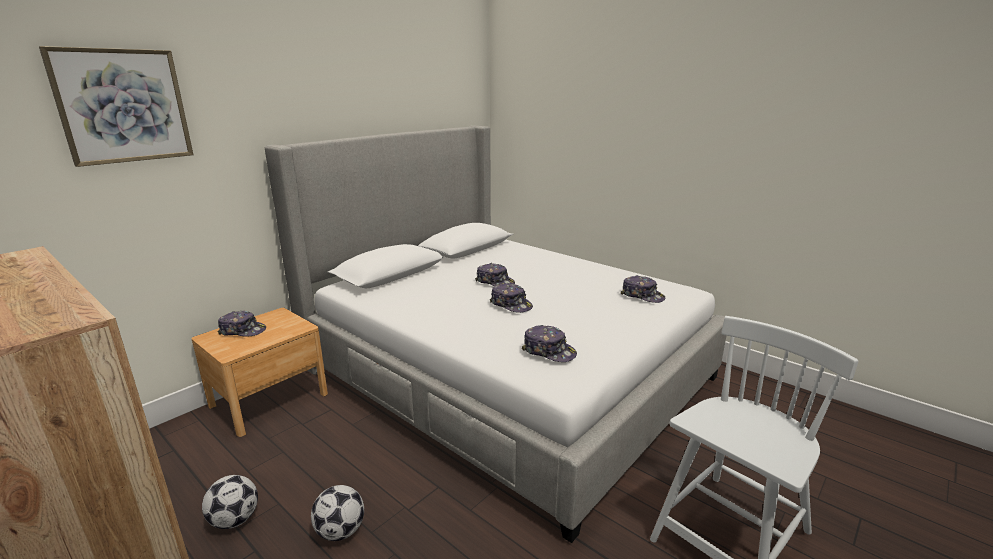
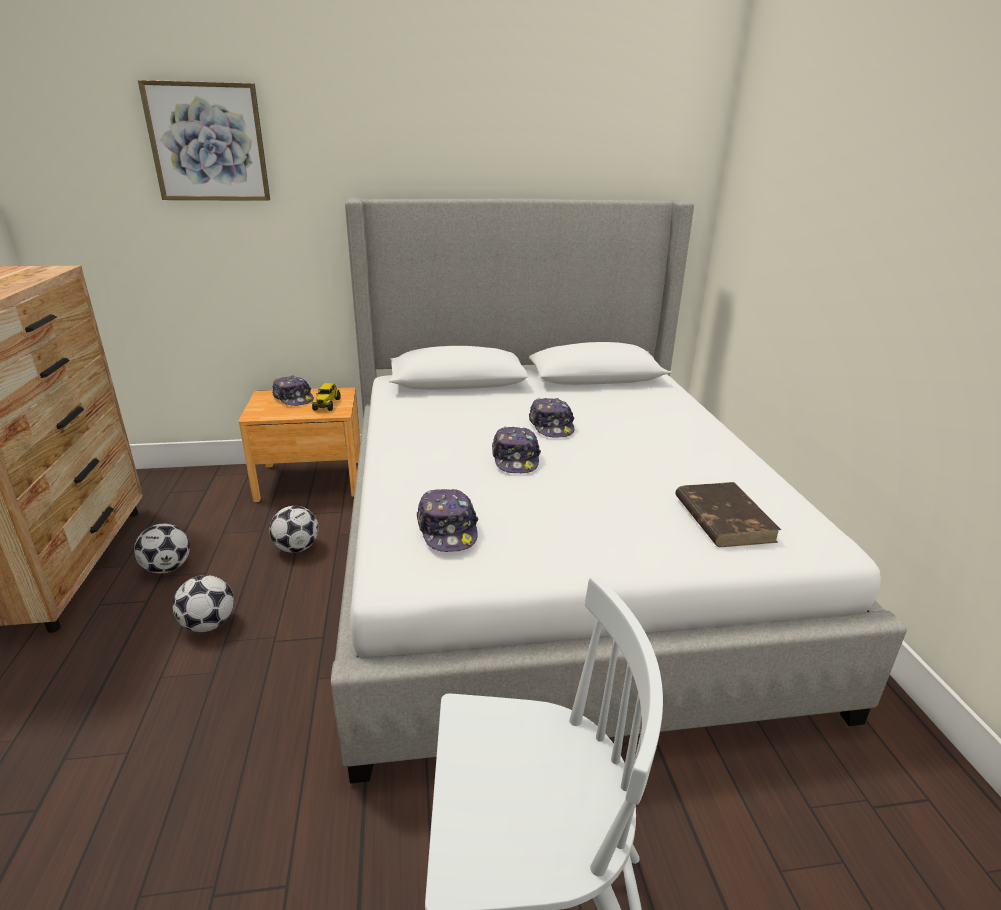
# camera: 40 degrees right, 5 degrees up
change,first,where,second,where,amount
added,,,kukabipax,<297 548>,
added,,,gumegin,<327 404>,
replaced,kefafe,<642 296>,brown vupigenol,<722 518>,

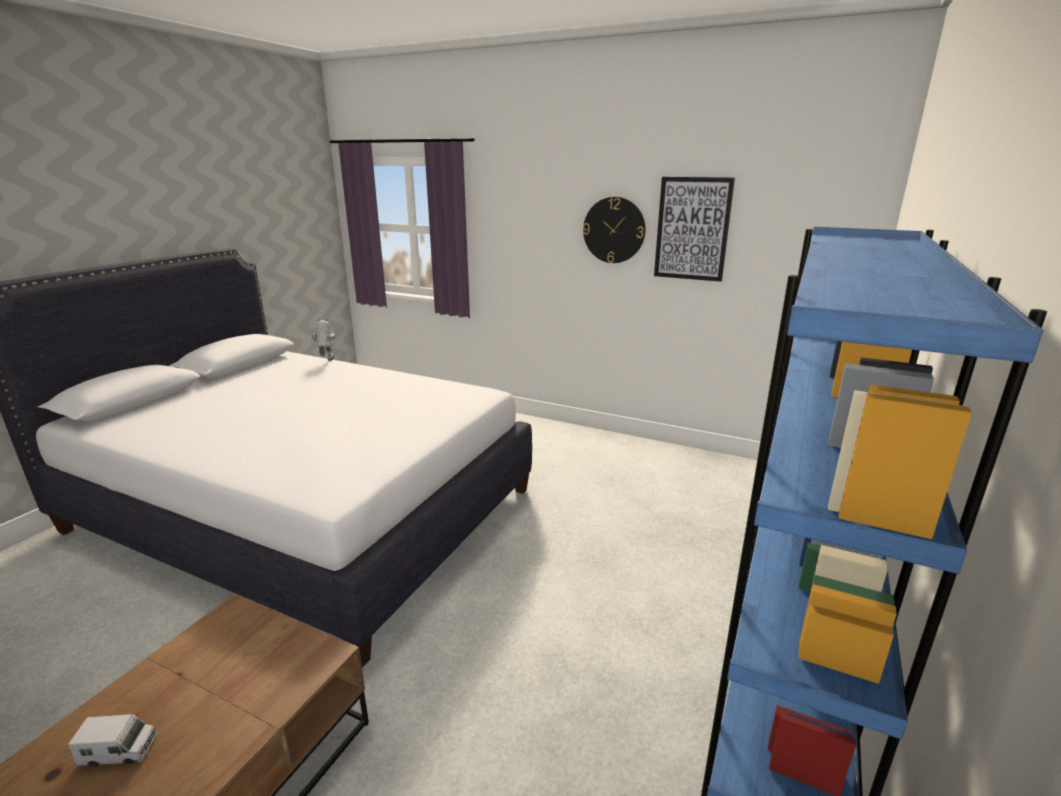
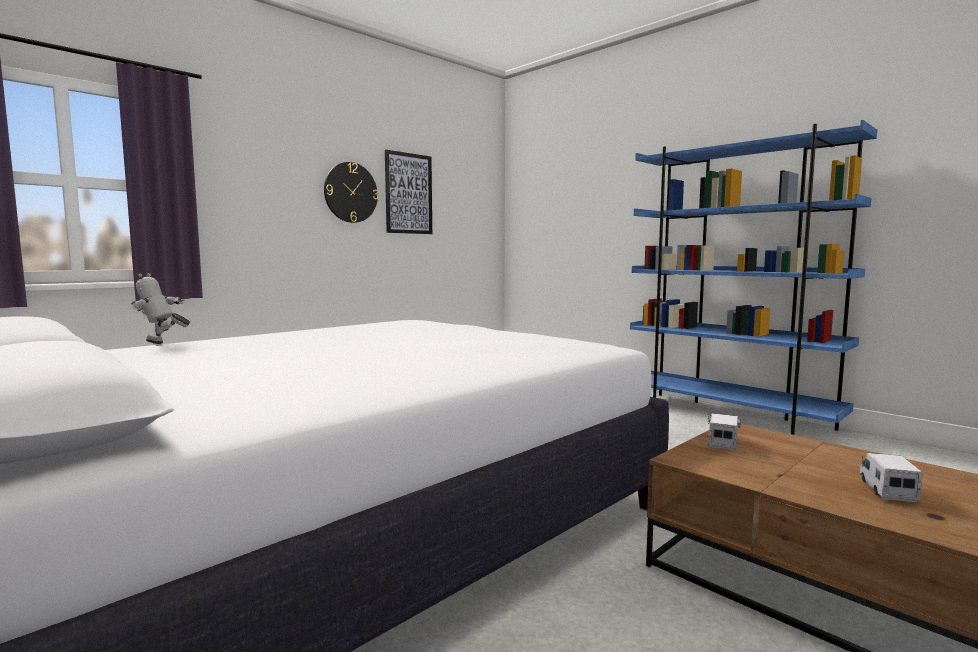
# camera: 70 degrees left, 15 degrees down
change,first,where,second,where,amount
added,,,gumegin,<723 443>,

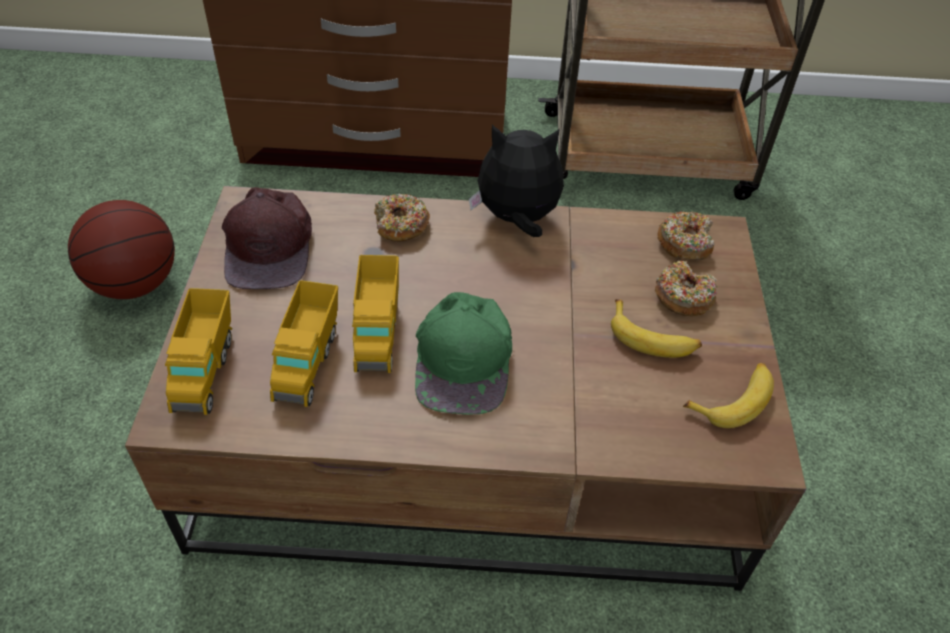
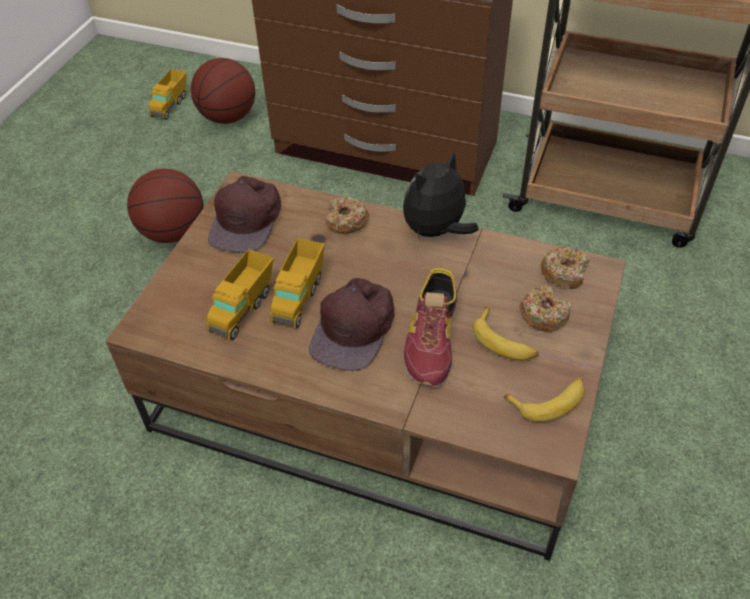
# camera: 20 degrees right, 0 degrees up
change,first,where,second,where,amount
moved,gumegin,<205 369>,,<170 105>,
added,,,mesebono,<228 117>,
recoloured,green kefafe,<465 358>,brown kefafe,<355 328>,
turned,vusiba,<517 219>,,<436 231>,60 degrees counterclockwise
added,,,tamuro,<432 340>,

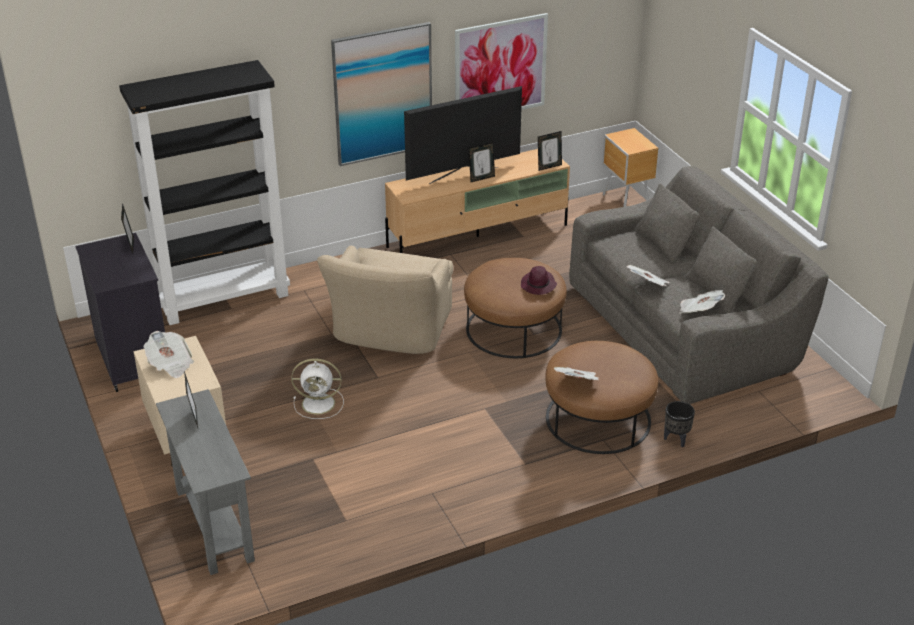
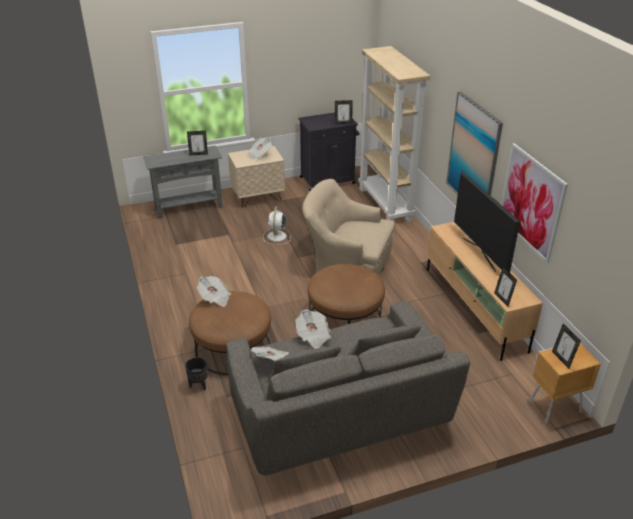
# camera: 95 degrees right, 0 degrees up
change,first,where,second,where,amount
recoloured,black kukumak,<225 299>,beige kukumak,<386 204>,
moved,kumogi,<481 178>,,<562 359>,
removed,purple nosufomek,<538 285>,,,

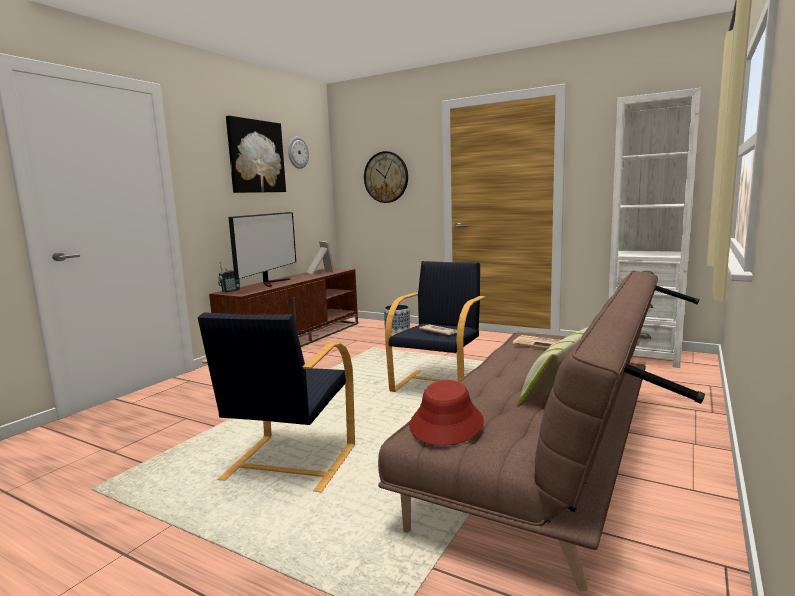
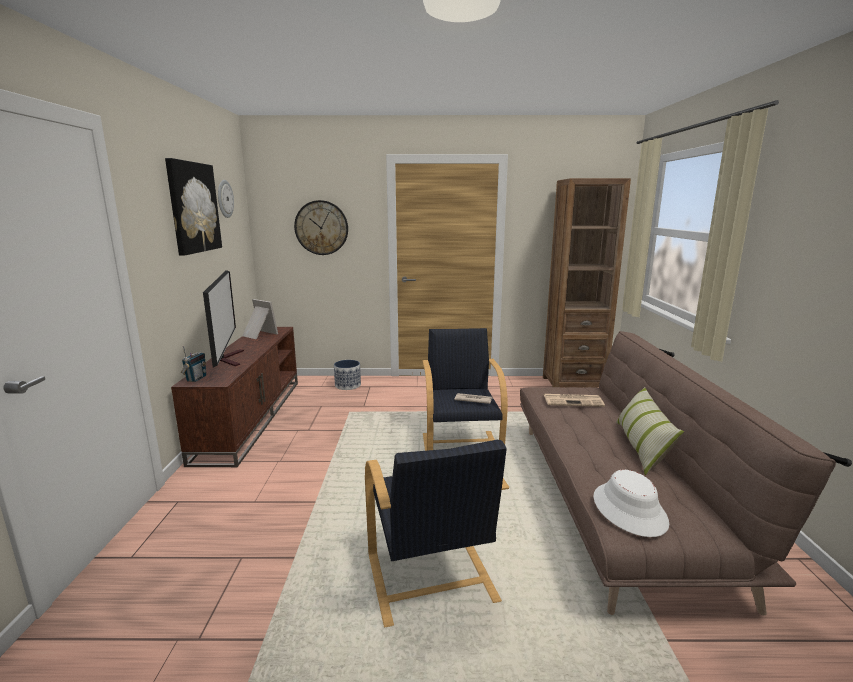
# camera: 30 degrees left, 5 degrees up
change,first,where,second,where,amount
recoloured,white kukumak,<644 355>,brown kukumak,<573 384>,
recoloured,red nosufomek,<447 424>,white nosufomek,<629 510>,

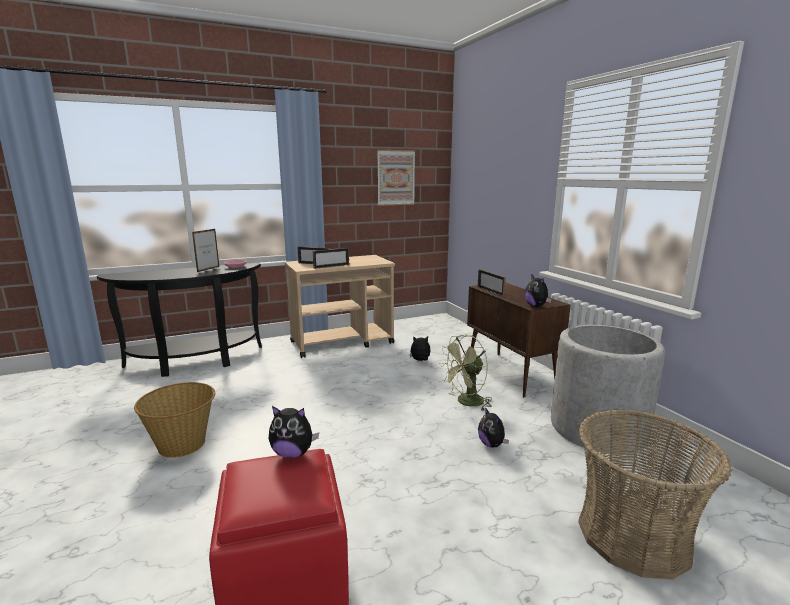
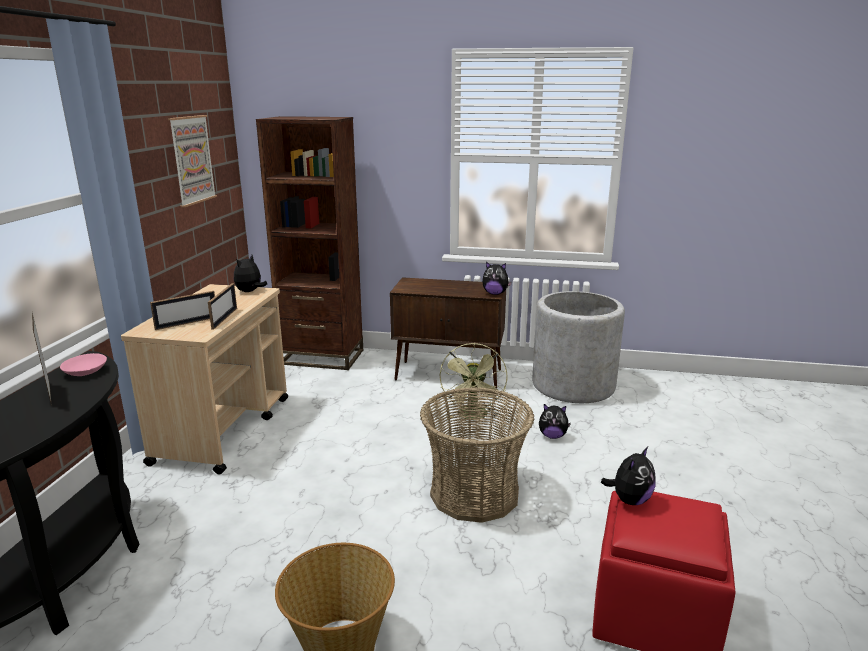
# camera: 55 degrees left, 5 degrees up
change,first,where,second,where,amount
moved,vusiba,<420 360>,,<250 292>,
added,,,brown kukumak,<322 357>,
moved,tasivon,<633 535>,,<474 493>,
removed,kumogi,<490 291>,,,

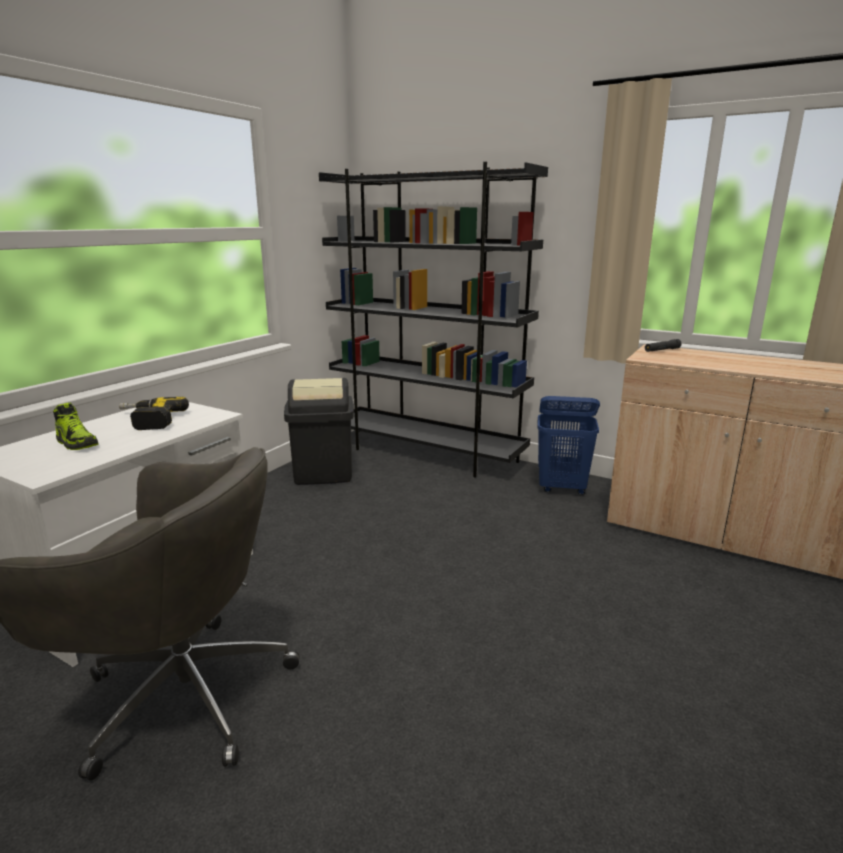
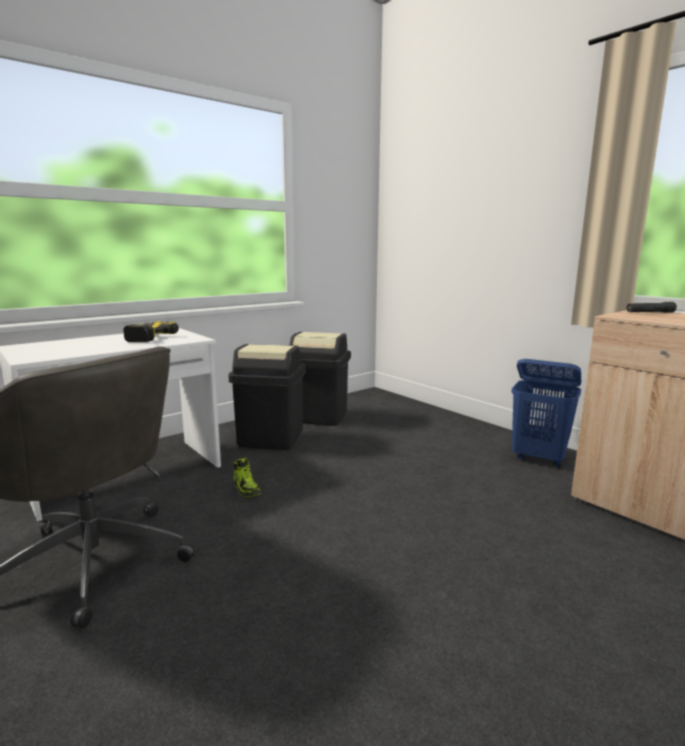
# camera: 20 degrees right, 5 degrees down
change,first,where,second,where,amount
added,,,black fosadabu,<270 439>,
moved,tamuro,<77 443>,,<246 489>,
removed,black kukumak,<427 453>,,,

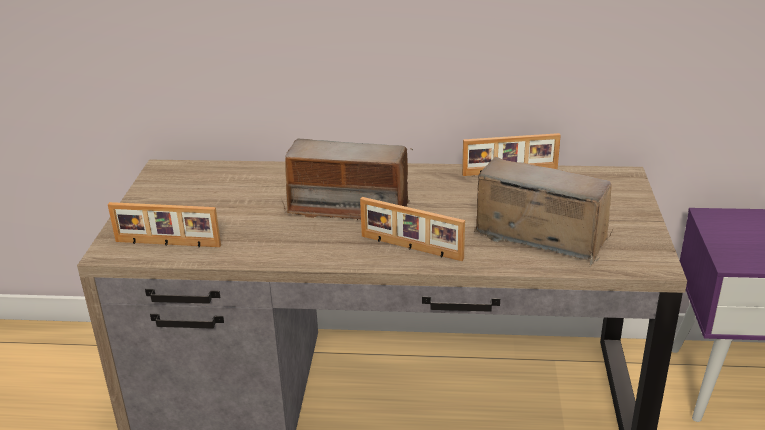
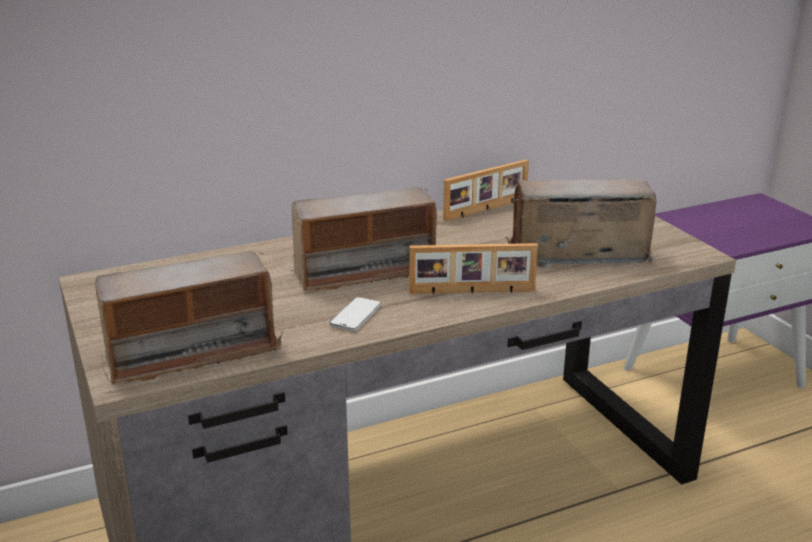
# camera: 30 degrees left, 5 degrees down
change,first,where,second,where,amount
replaced,kumogi,<167 244>,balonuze,<192 354>,
added,,,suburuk,<355 316>,

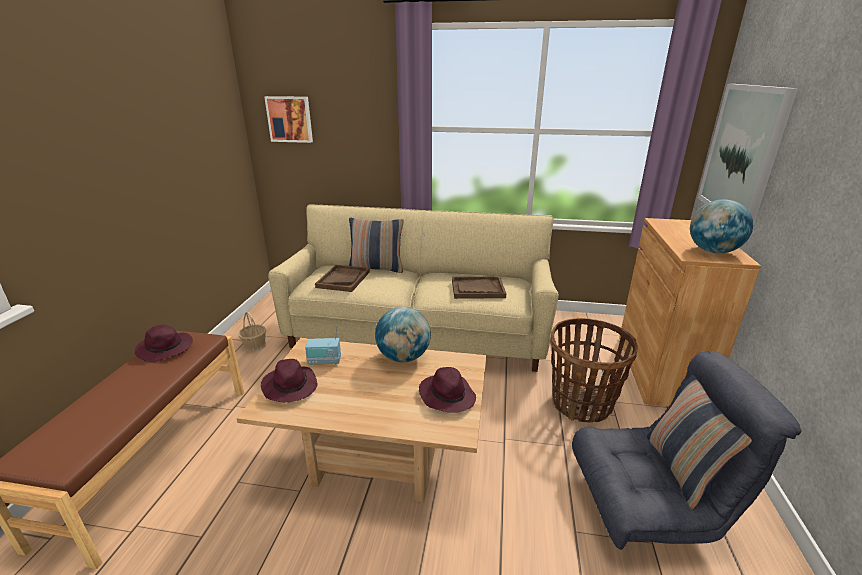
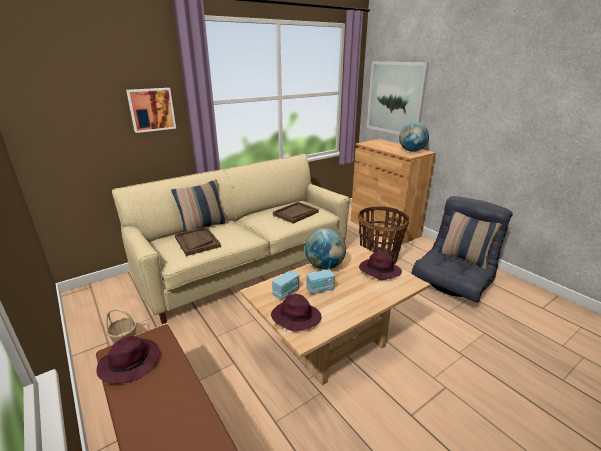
# camera: 45 degrees left, 0 degrees up
change,first,where,second,where,amount
moved,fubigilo,<290 119>,,<151 109>,
added,,,balonuze,<320 289>,

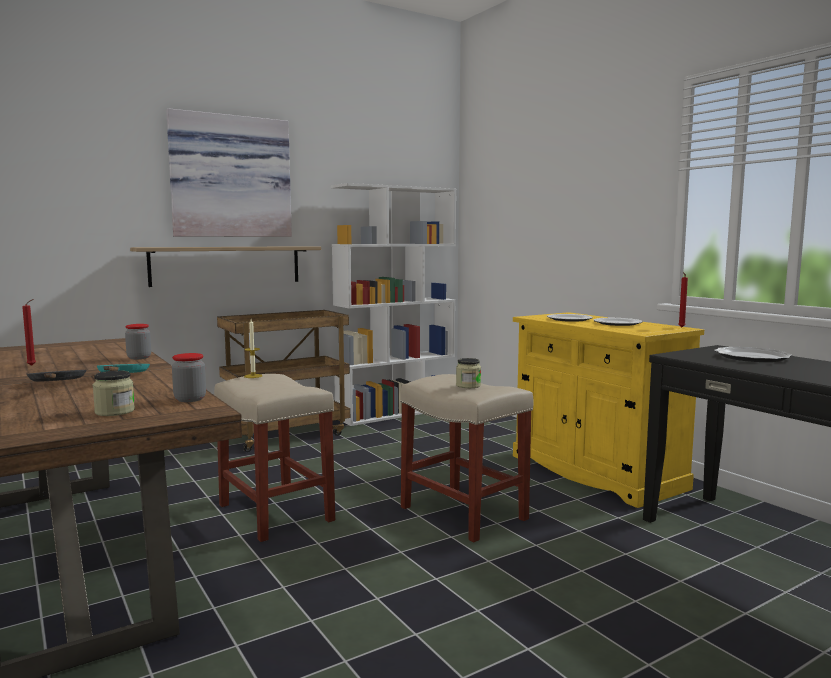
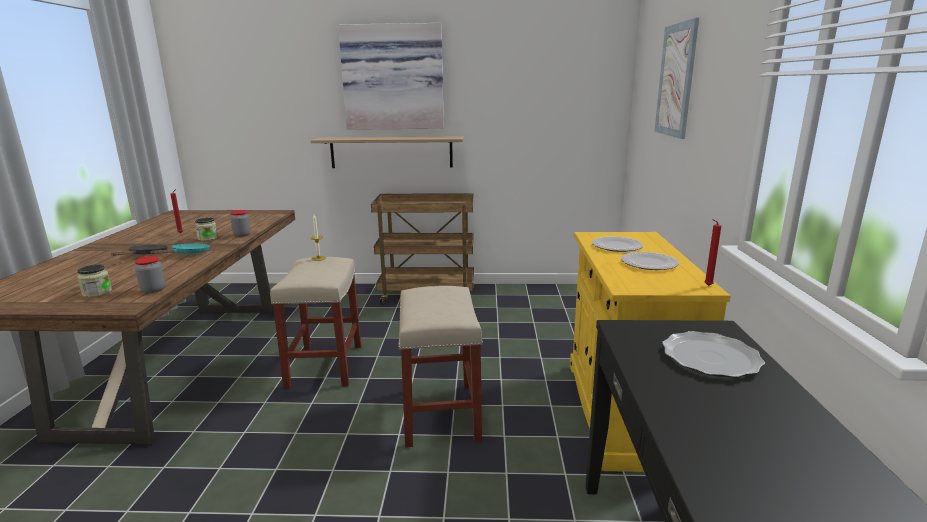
# camera: 35 degrees right, 10 degrees up
change,first,where,second,where,amount
moved,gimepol,<468 385>,,<208 238>,
added,,,fubigilo,<676 80>,
removed,white kukumak,<396 412>,,,

